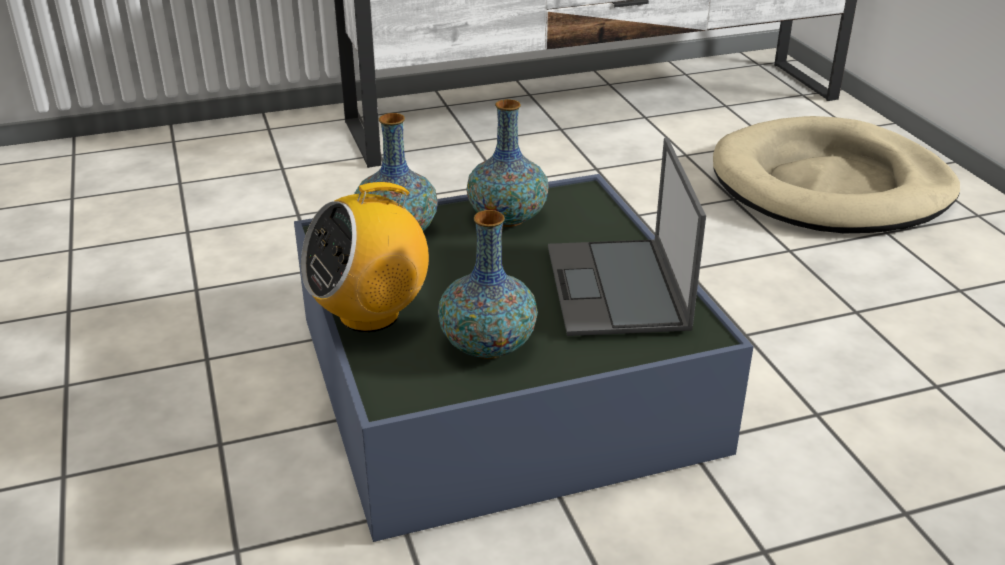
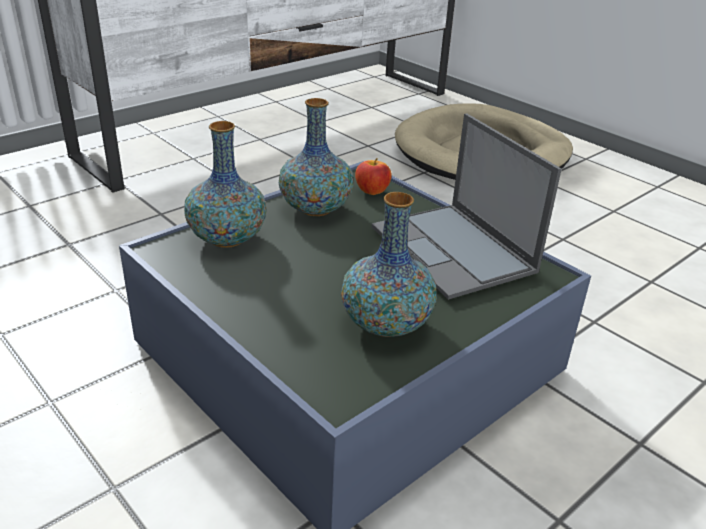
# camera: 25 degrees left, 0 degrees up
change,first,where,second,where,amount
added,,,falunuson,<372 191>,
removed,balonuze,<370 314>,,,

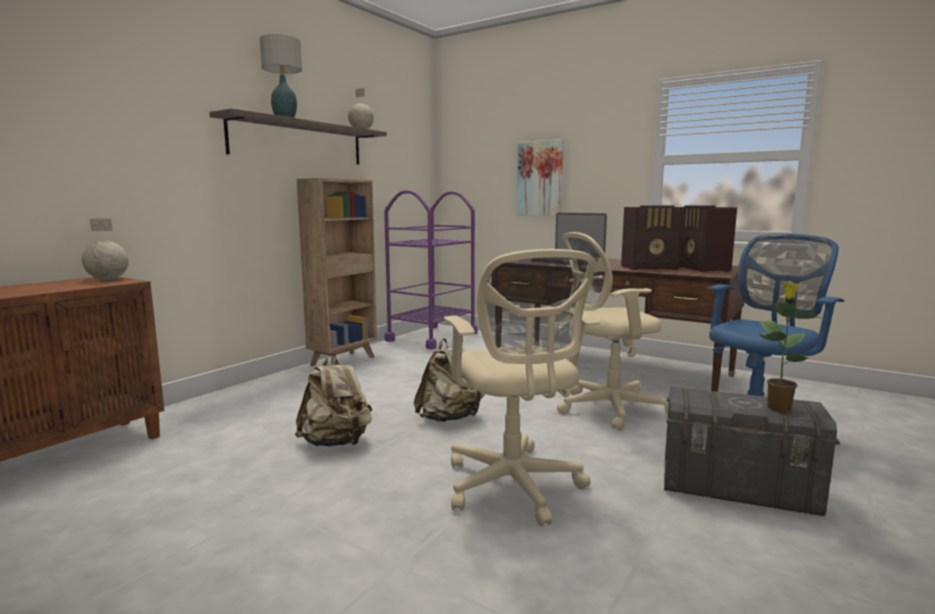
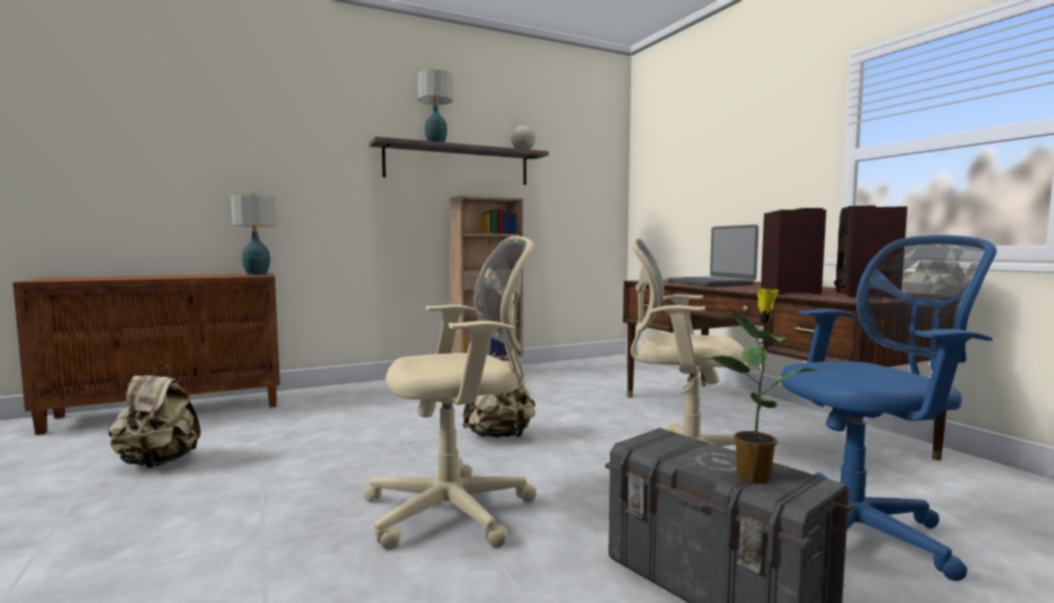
# camera: 30 degrees right, 5 degrees down
change,first,where,second,where,amount
moved,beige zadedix,<336 443>,,<159 463>,
replaced,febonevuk,<108 279>,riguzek,<257 274>,
turned,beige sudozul,<514 488>,,<457 510>,120 degrees counterclockwise
turned,balonuze,<650 268>,,<790 291>,105 degrees counterclockwise
removed,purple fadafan,<432 337>,,,
removed,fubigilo,<540 178>,,,

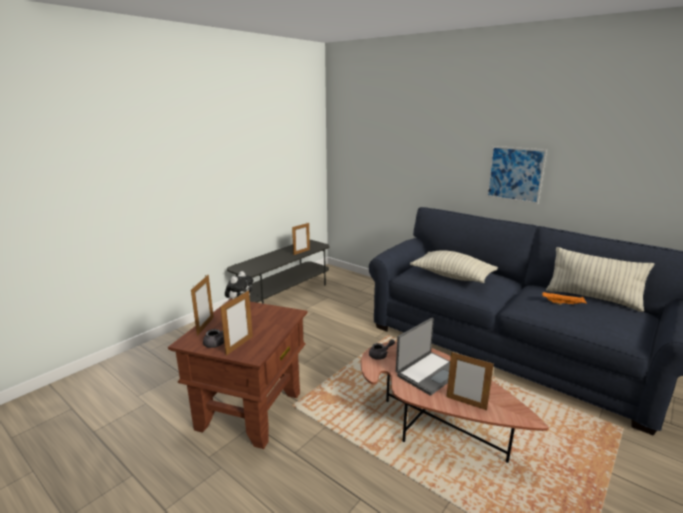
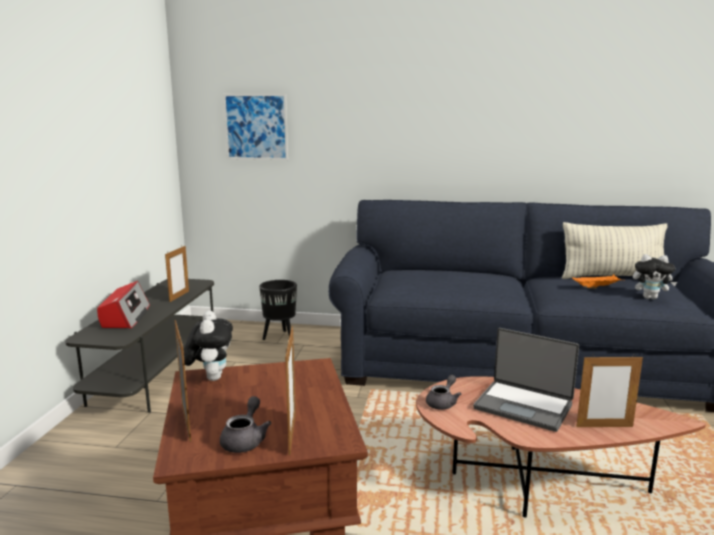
# camera: 30 degrees left, 5 degrees down
change,first,where,second,where,amount
added,,,balonuze,<125 317>,
moved,fubigilo,<515 174>,,<256 127>,
added,,,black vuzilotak,<280 337>,
turned,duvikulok,<428 373>,,<524 406>,105 degrees clockwise
added,,,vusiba,<650 298>,
removed,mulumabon,<452 276>,,,

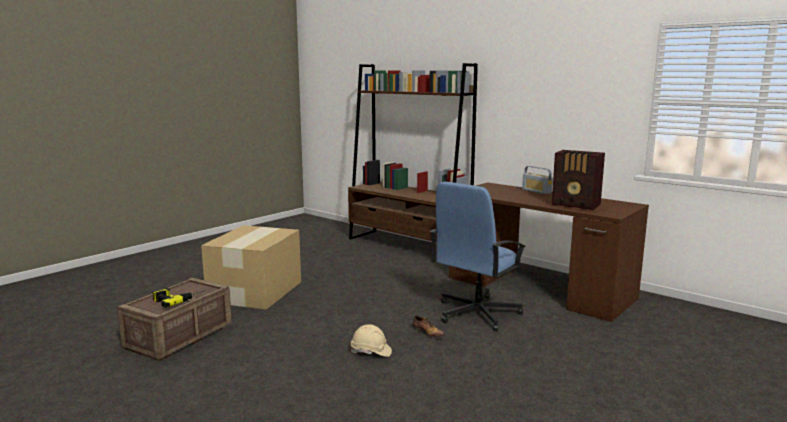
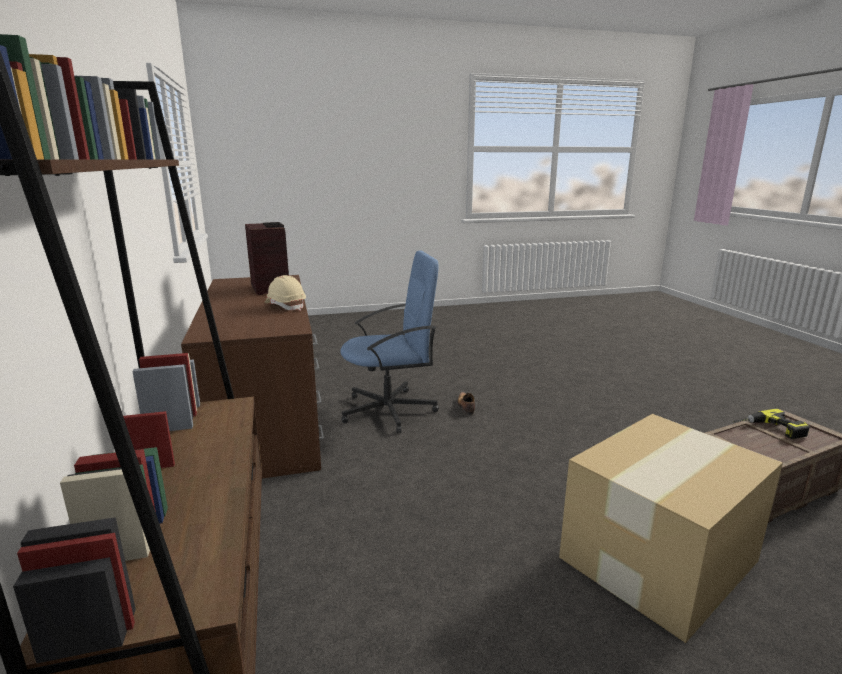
# camera: 145 degrees left, 5 degrees up
change,first,where,second,where,amount
moved,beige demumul,<371 352>,,<286 306>,
removed,balonuze,<536 191>,,,

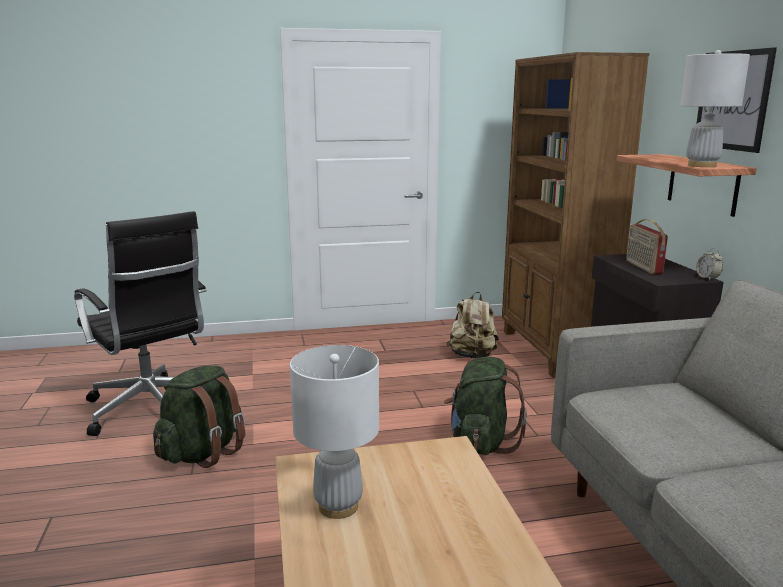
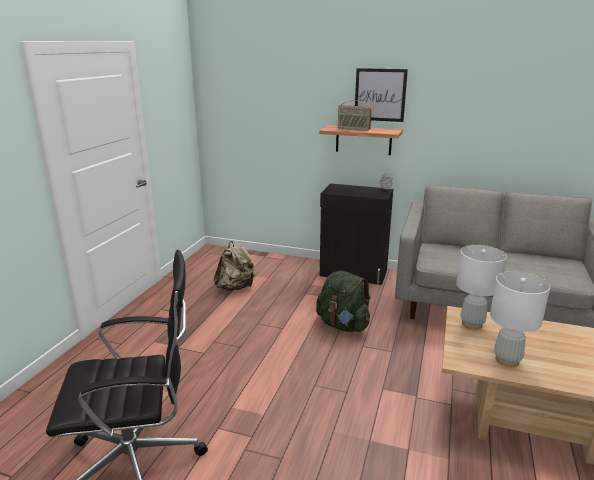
# camera: 60 degrees left, 5 degrees up
change,first,where,second,where,amount
moved,balonuze,<643 267>,,<353 129>,
moved,white riguzek,<701 165>,,<471 324>,
removed,green zadedix,<203 452>,,,
removed,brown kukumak,<552 351>,,,

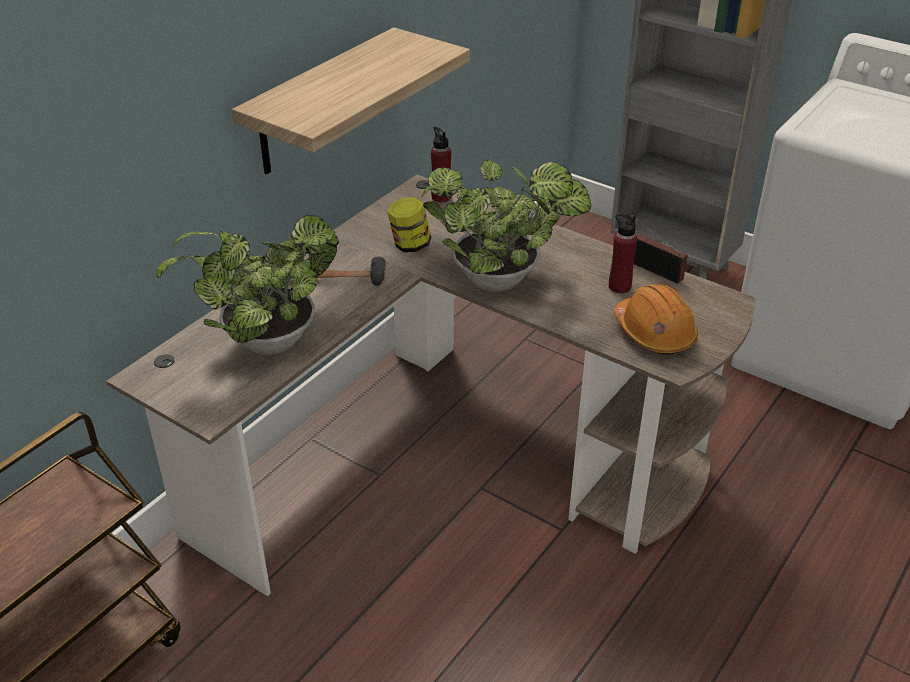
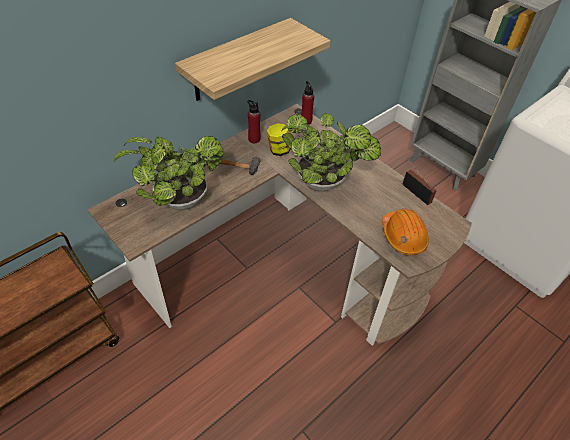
# camera: 10 degrees right, 10 degrees up
change,first,where,second,where,amount
moved,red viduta,<619 286>,,<254 139>,

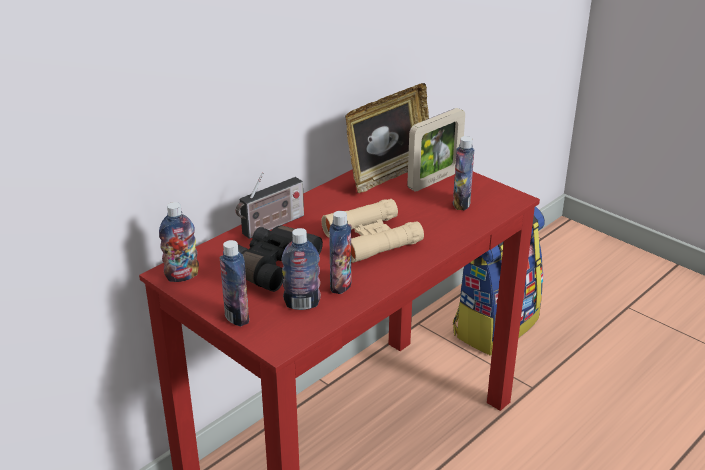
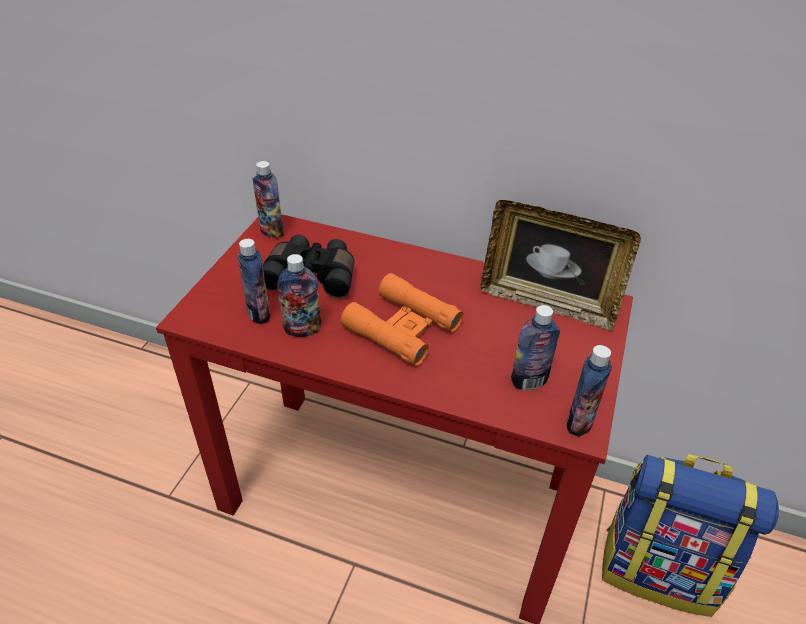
# camera: 65 degrees right, 10 degrees up
change,first,where,second,where,amount
recoloured,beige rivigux,<372 238>,orange rivigux,<402 327>,
moved,viduta,<237 317>,,<579 422>,
removed,balonuze,<271 226>,,,
removed,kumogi,<434 180>,,,

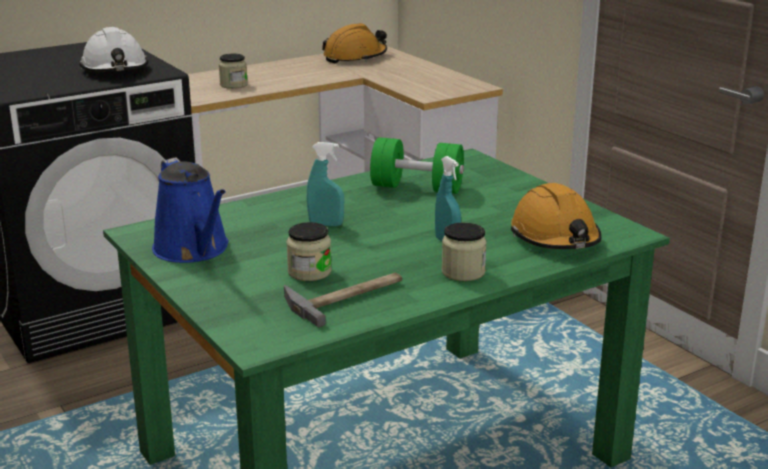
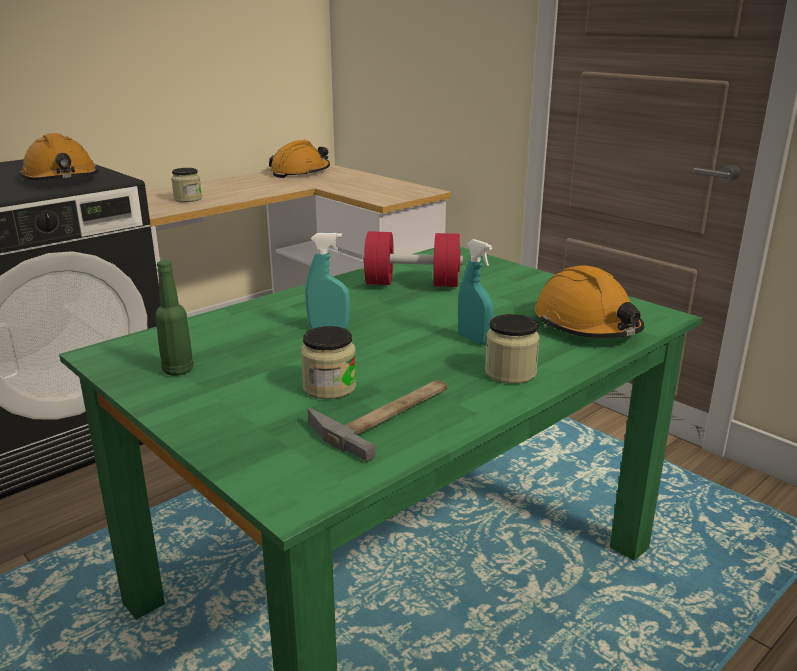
# camera: 10 degrees left, 0 degrees up
change,first,where,second,where,amount
recoloured,white demumul,<115 69>,orange demumul,<61 180>,
replaced,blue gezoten,<194 250>,green viduta,<178 370>,
recoloured,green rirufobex,<417 188>,red rirufobex,<412 284>,

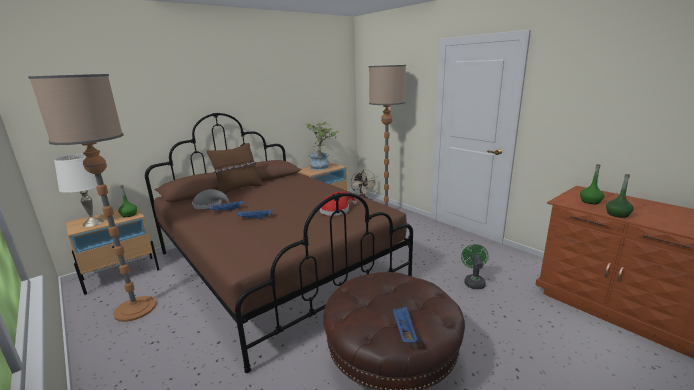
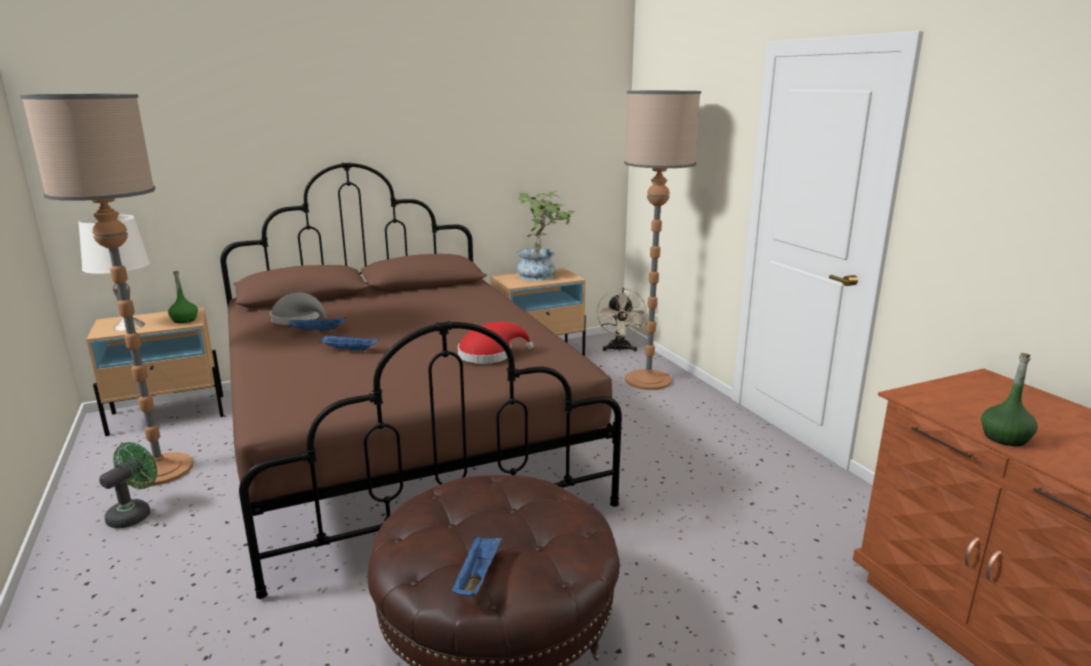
# camera: 15 degrees right, 0 degrees up
change,first,where,second,where,amount
moved,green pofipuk,<473 282>,,<134 514>,
removed,brown mulumabon,<238 189>,,,
removed,green viduta,<590 201>,,,

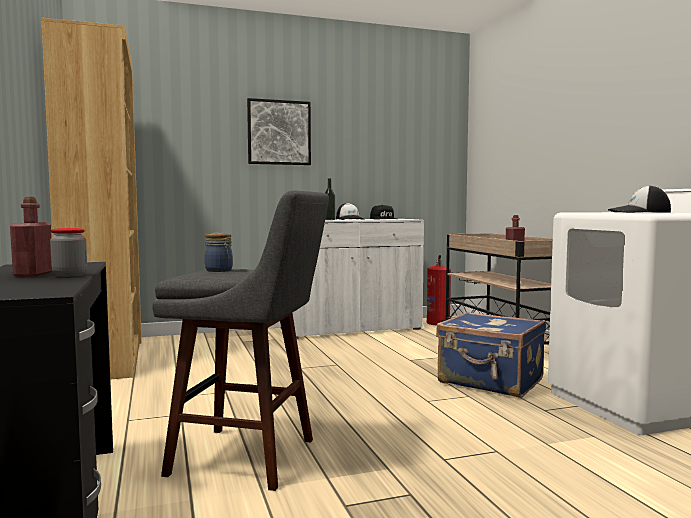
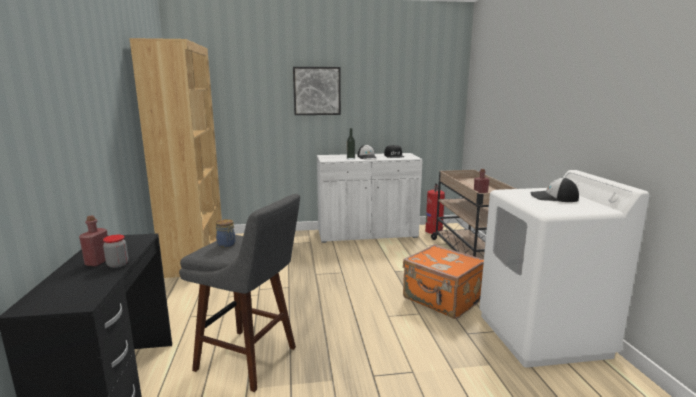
# camera: 10 degrees right, 10 degrees up
change,first,where,second,where,amount
recoloured,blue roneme,<490 382>,orange roneme,<442 300>,

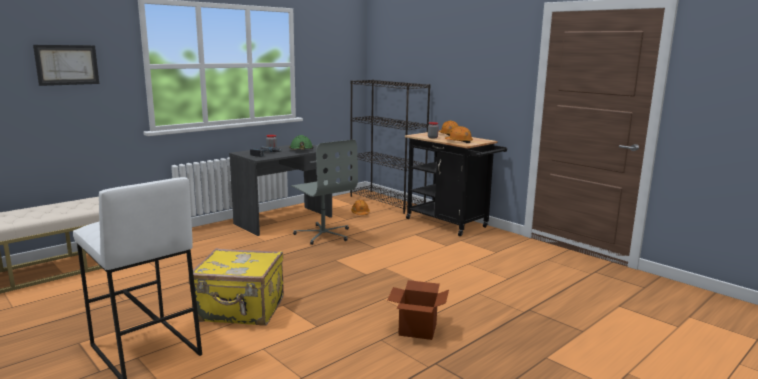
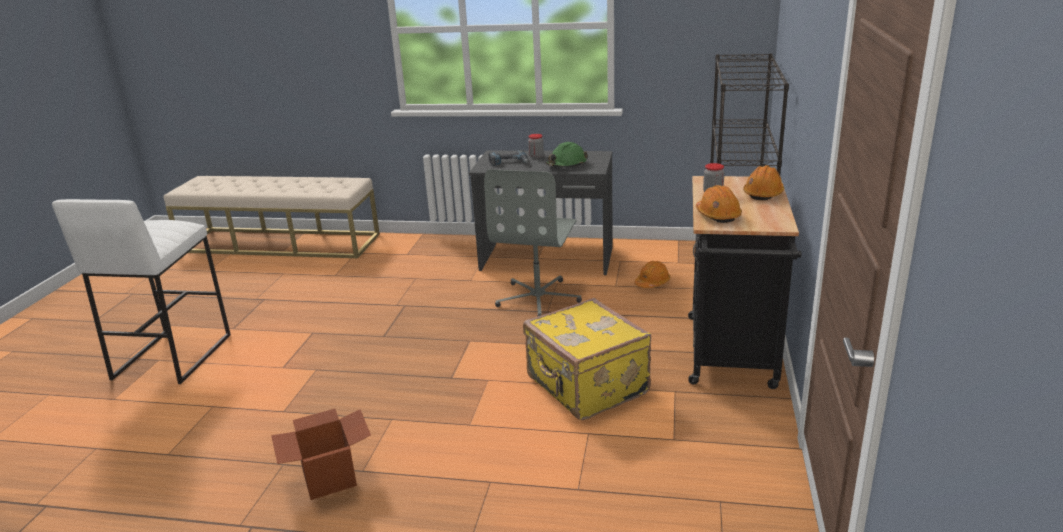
# camera: 55 degrees right, 10 degrees up
change,first,where,second,where,amount
moved,yellow roneme,<241 310>,,<586 387>,
removed,fubigilo,<67 65>,,,

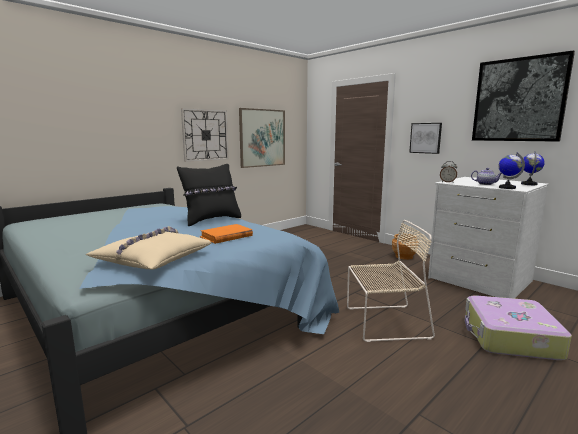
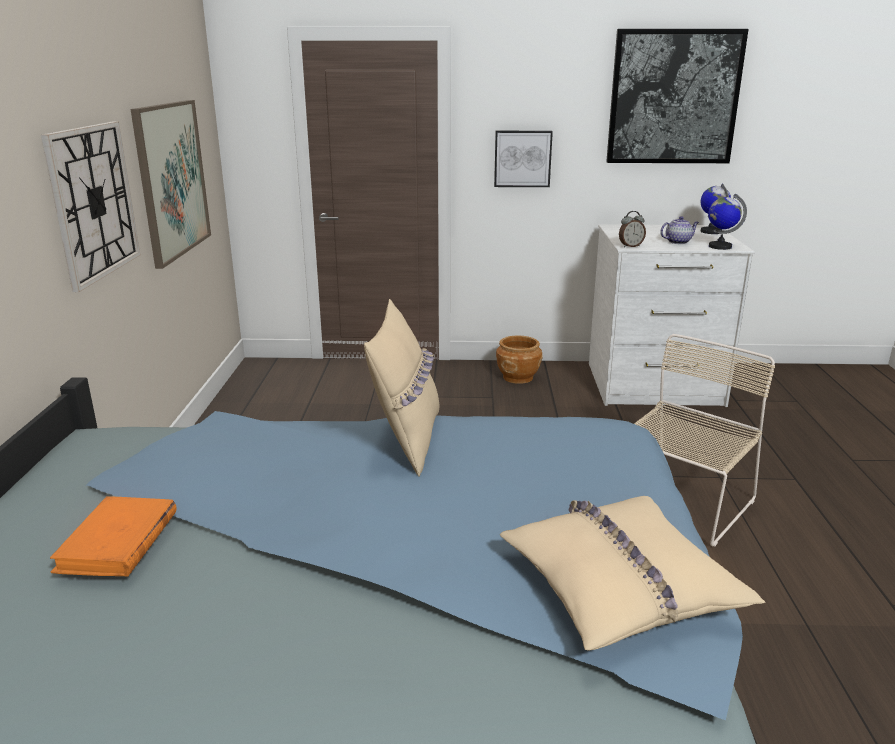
# camera: 45 degrees left, 10 degrees up
change,first,where,second,where,amount
moved,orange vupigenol,<226 236>,,<118 542>,
recoloured,black mulumabon,<211 220>,beige mulumabon,<406 440>,
removed,roneme,<509 337>,,,

